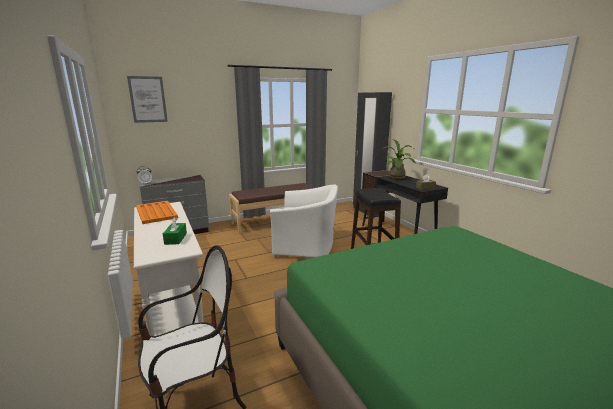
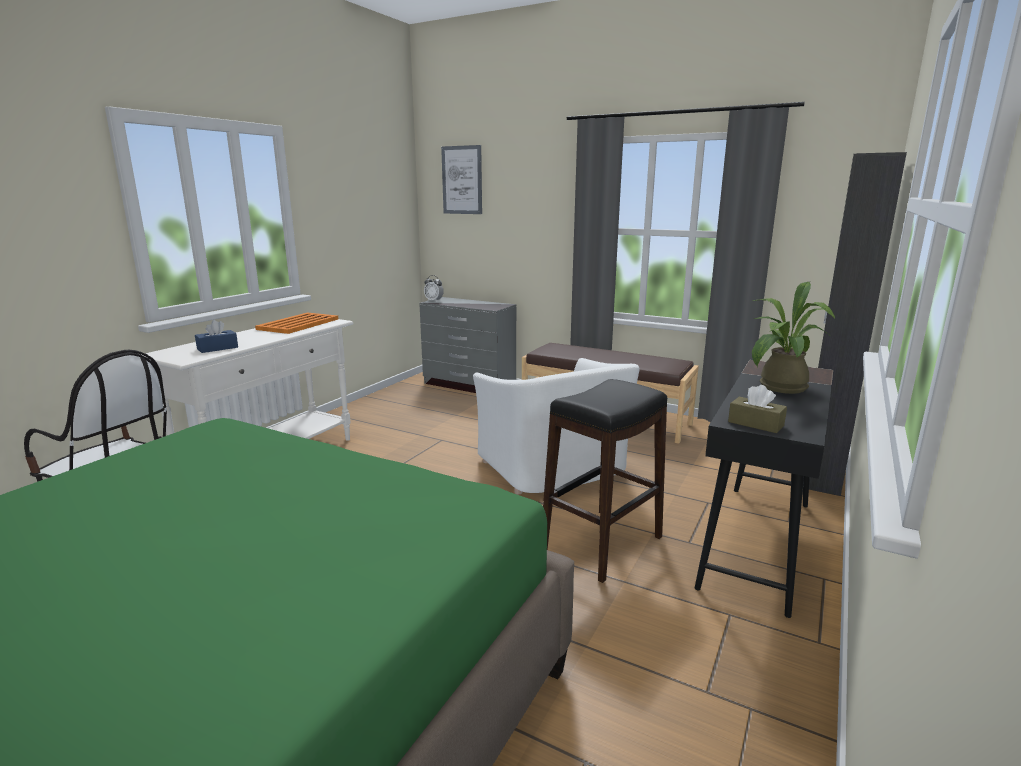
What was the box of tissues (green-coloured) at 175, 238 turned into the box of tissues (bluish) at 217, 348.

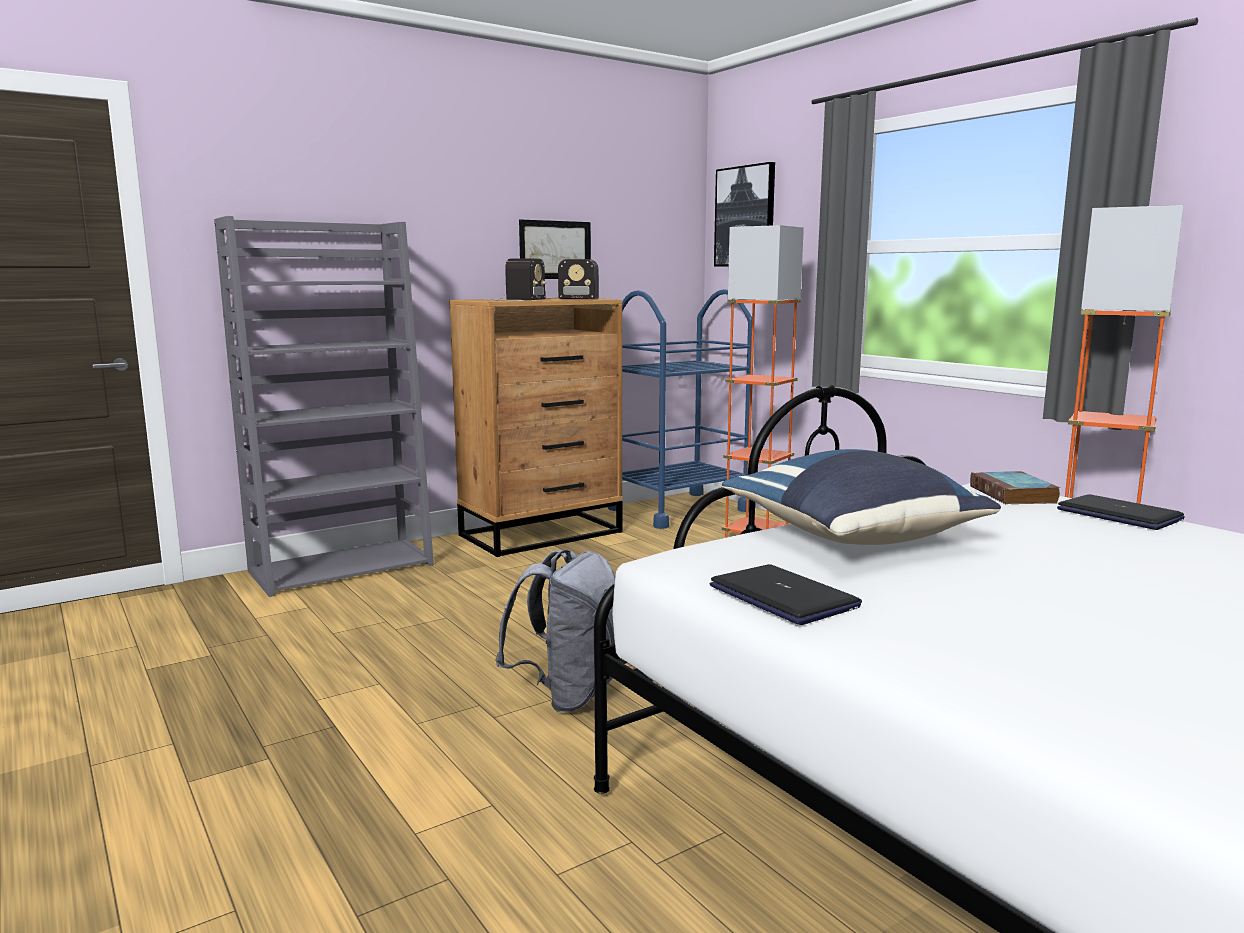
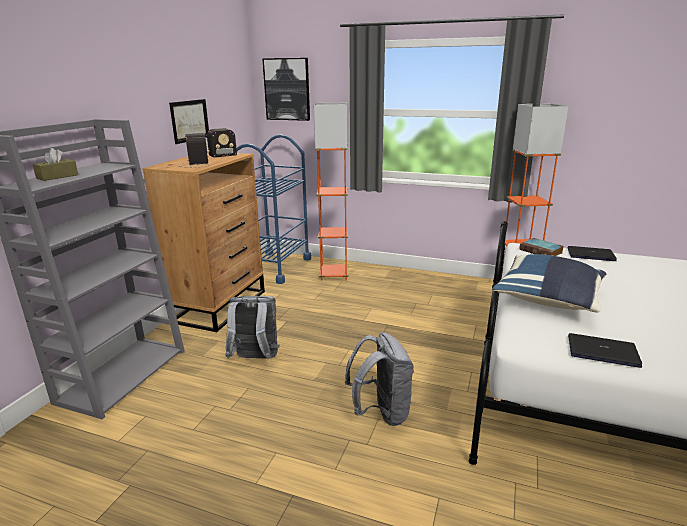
The second view gained the box of tissues (brown-coloured) at 57, 176. The second view gained the backpack (greyish) at 255, 359.

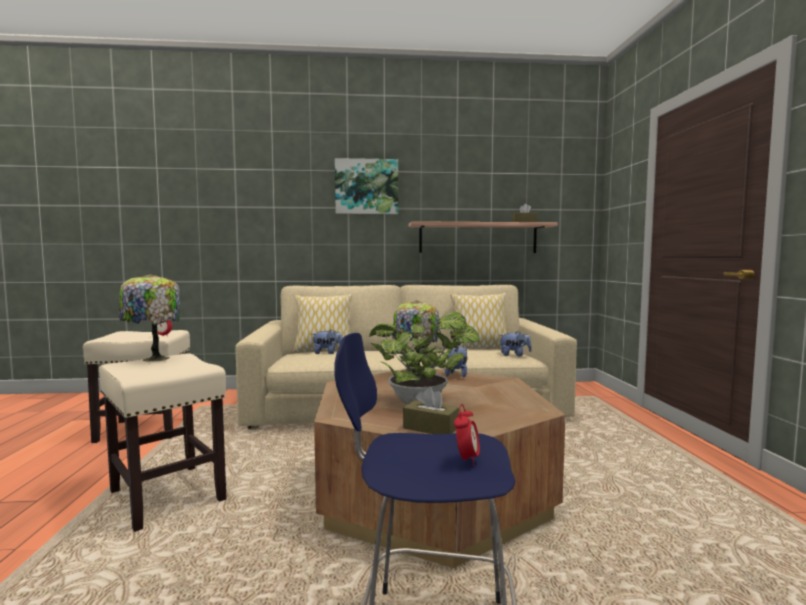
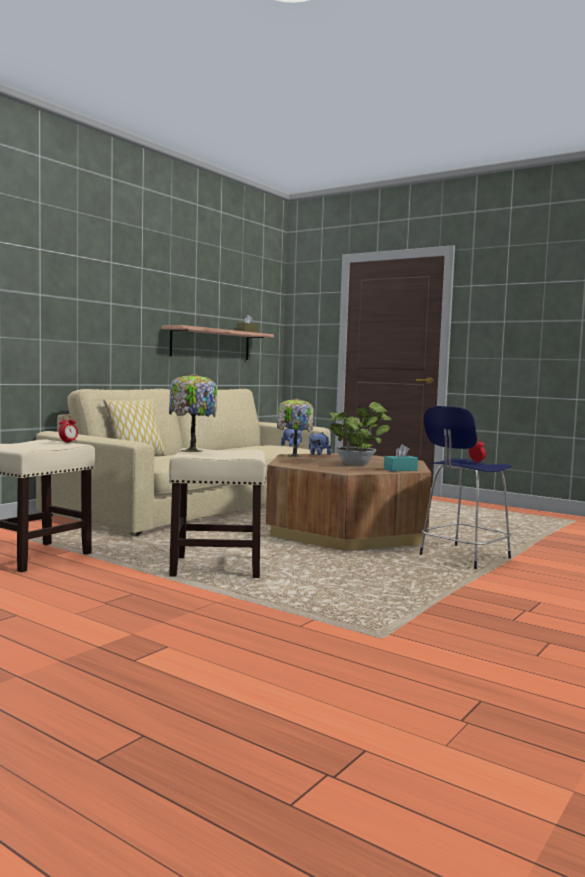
The second view lost the plush toy at 327, 353. The second view lost the picture at 366, 187. What was the box of tissues (brown-coloured) at 430, 428 turned into the box of tissues (turquoise-coloured) at 400, 469. The second view lost the pillow at 479, 348.

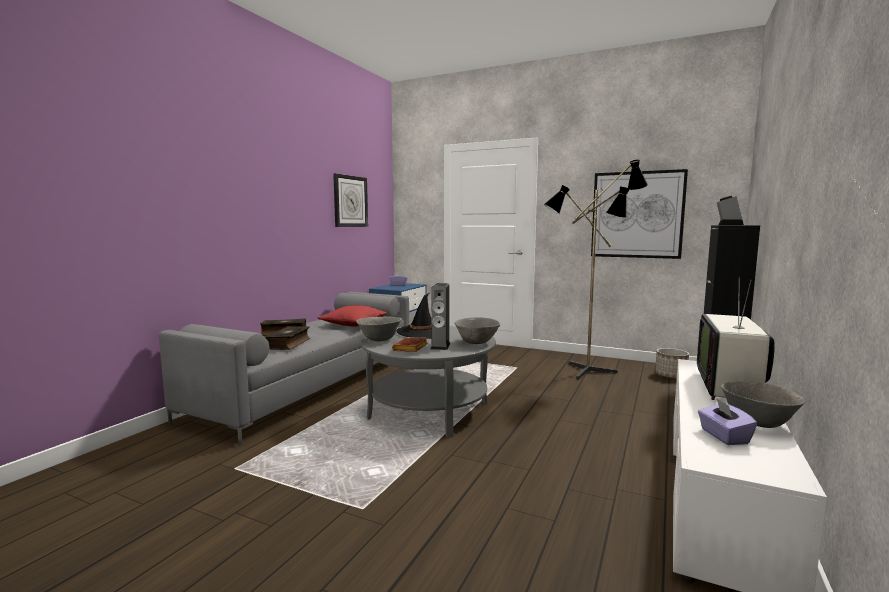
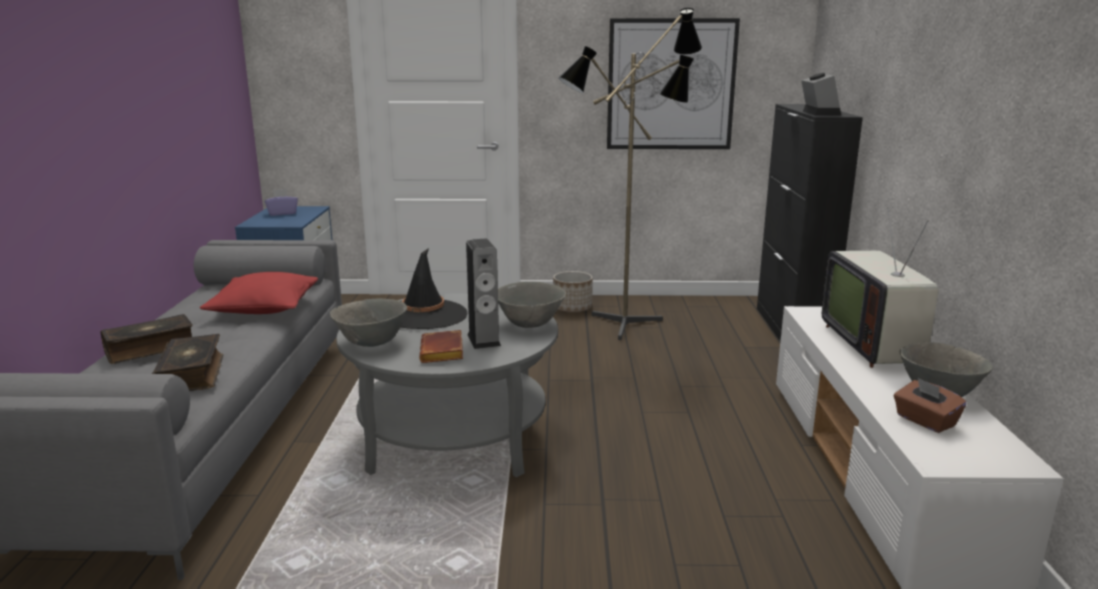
The second view lost the wall clock at 350, 201. The flower pot ended up elsewhere, having gone from 671, 375 to 572, 308. What was the box of tissues (purple-coloured) at 723, 436 turned into the box of tissues (brown-coloured) at 925, 421.

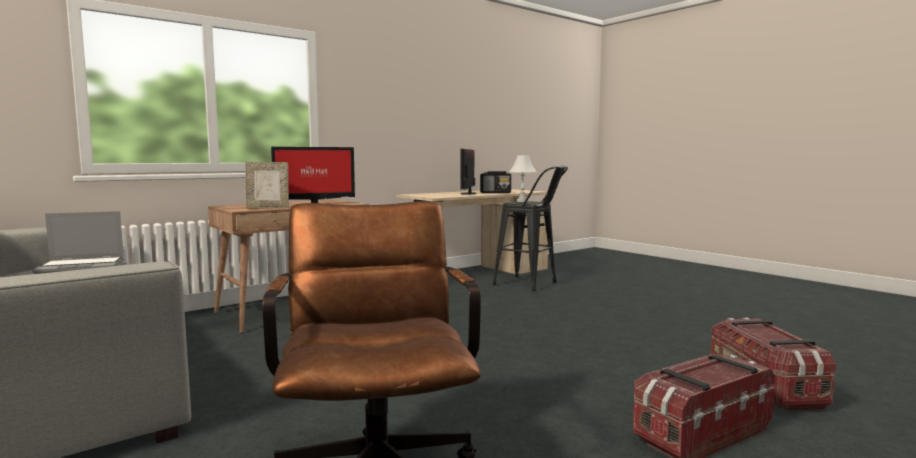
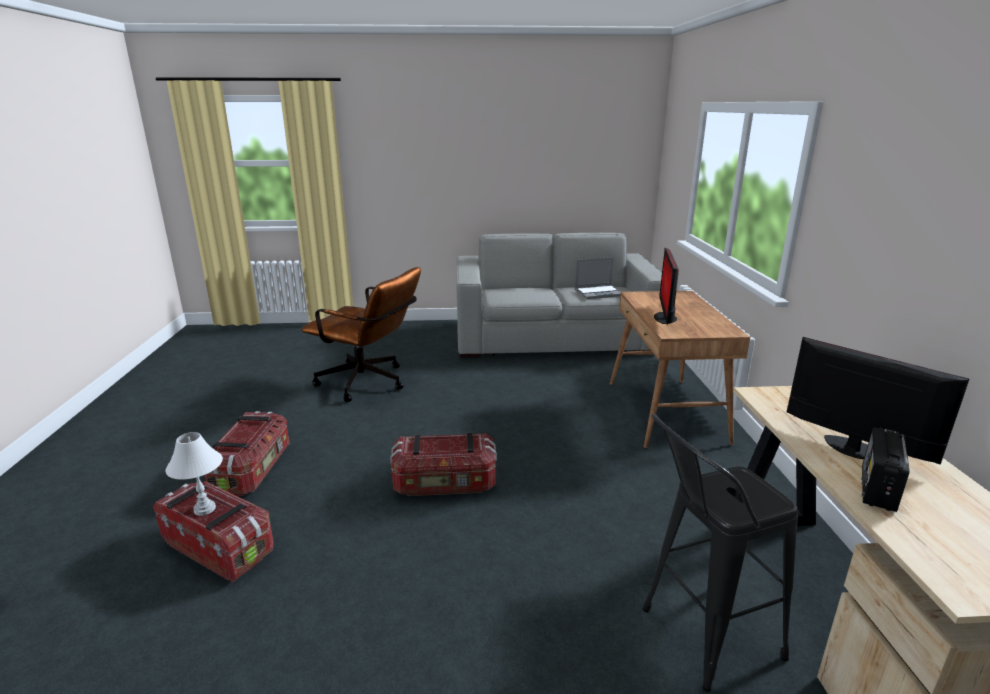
The portable computer at 83, 267 ended up facing another way, 120 degrees counterclockwise from before. The second view lost the picture frame at 268, 208. The lamp for a table (white) ended up elsewhere, having gone from 522, 201 to 204, 509. The second view gained the storage bin at 445, 484.

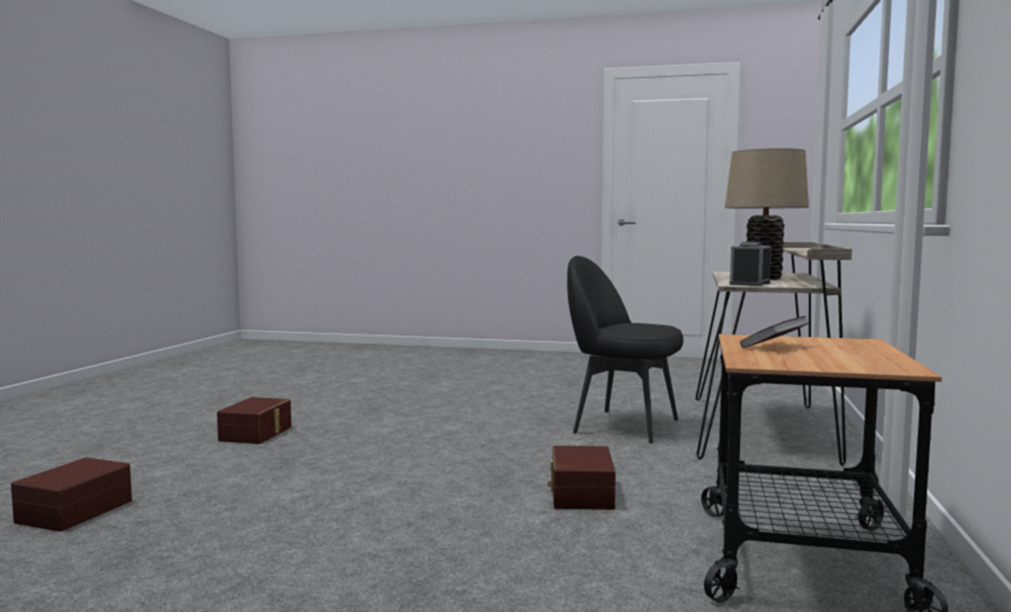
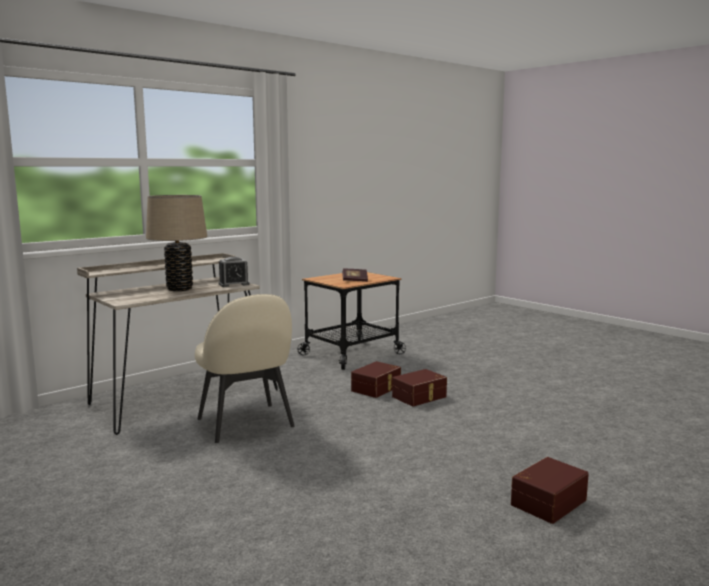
The storage bin (brown-coloured) ended up elsewhere, having gone from 73, 511 to 420, 397. What was the chair (blackish) at 623, 425 turned into the chair (beige-coloured) at 246, 424.

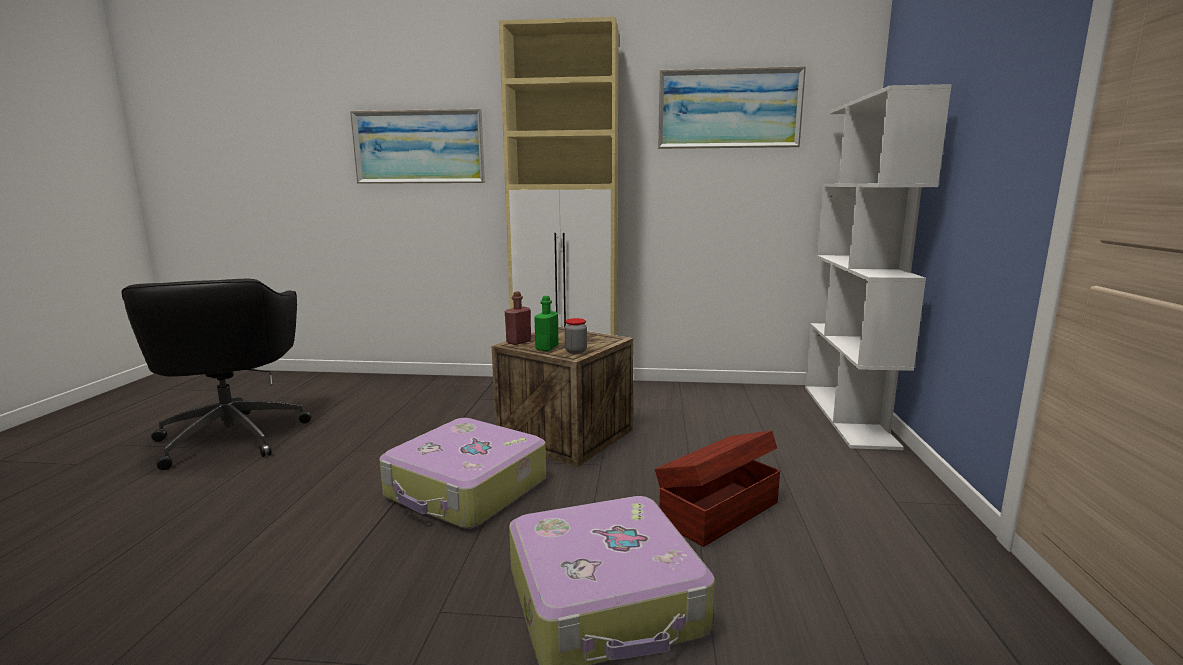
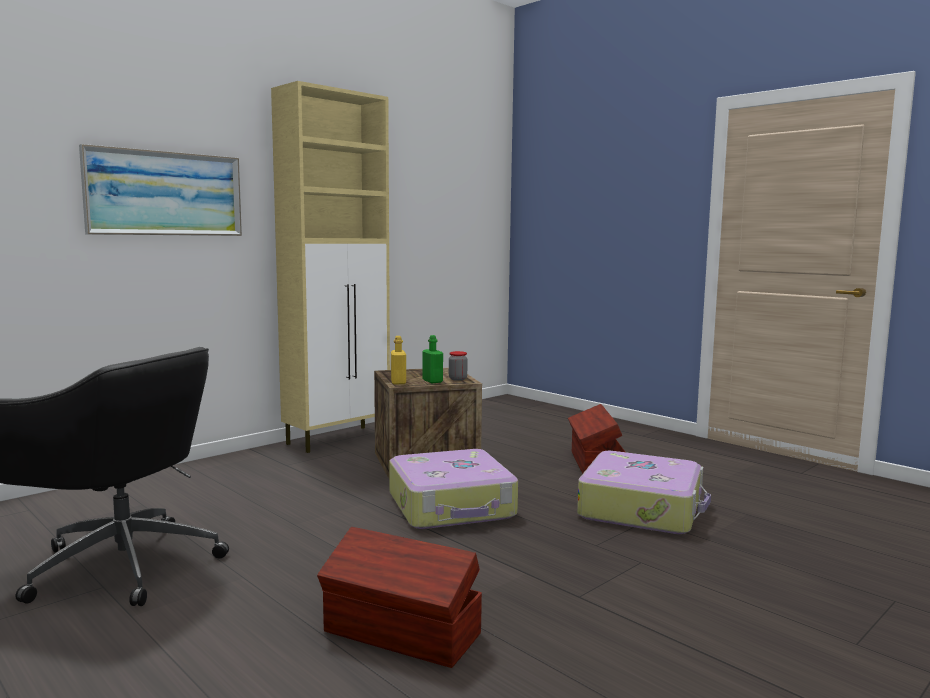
What was the drink bottle (reddish) at 518, 342 turned into the drink bottle (yellowish) at 398, 382. The second view lost the picture at 729, 109. The second view lost the bookshelf (white) at 848, 415. The second view gained the storage bin (brown-coloured) at 402, 634.

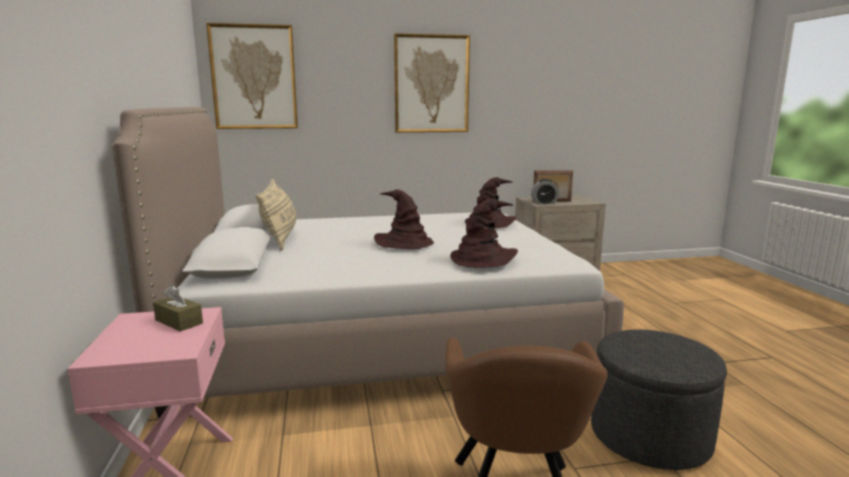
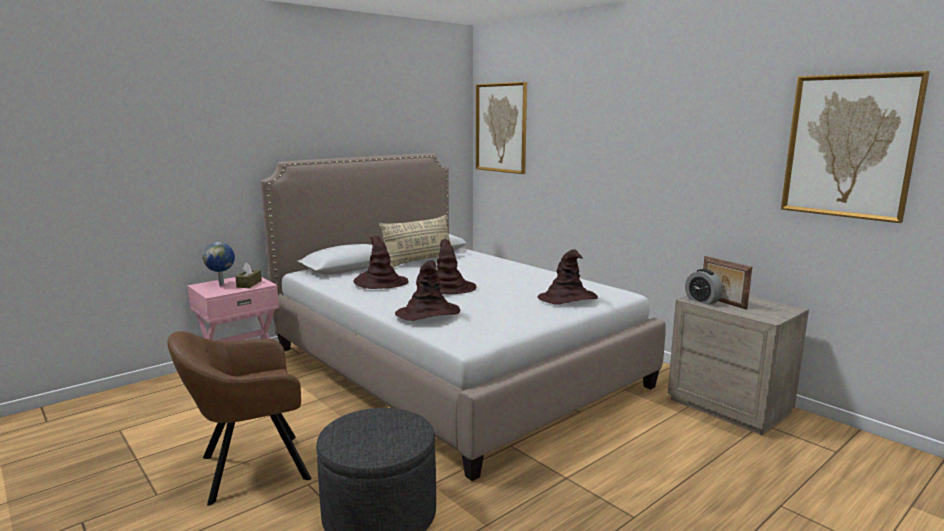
The picture ended up elsewhere, having gone from 431, 84 to 849, 146. The second view gained the world globe at 222, 284. The second view gained the wearable hat (brown-coloured) at 380, 283.

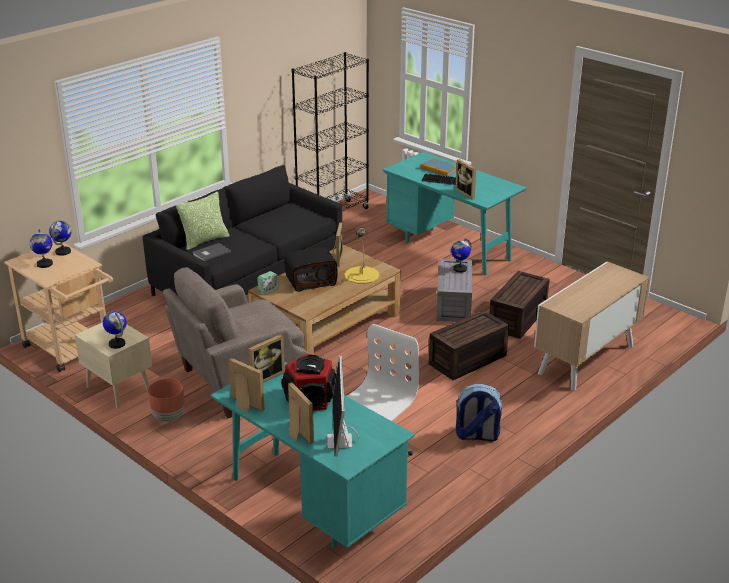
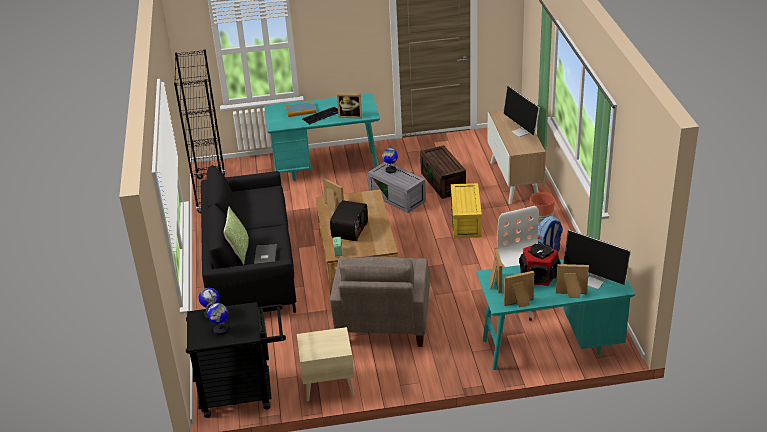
What was the cart (beige-coloured) at 72, 350 turned into the cart (blackish) at 244, 392. The second view lost the world globe at 117, 344. The flower pot (brown-coloured) ended up elsewhere, having gone from 168, 417 to 541, 219. The second view lost the lamp for a table (yellowish) at 361, 275. What was the storage bin (brown-coloured) at 467, 360 turned into the storage bin (yellowish) at 466, 222. The second view gained the computer screen at 521, 132.

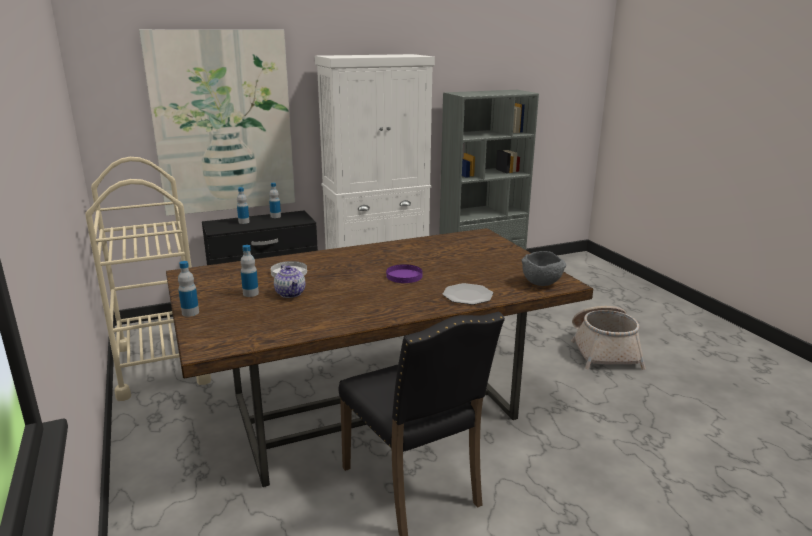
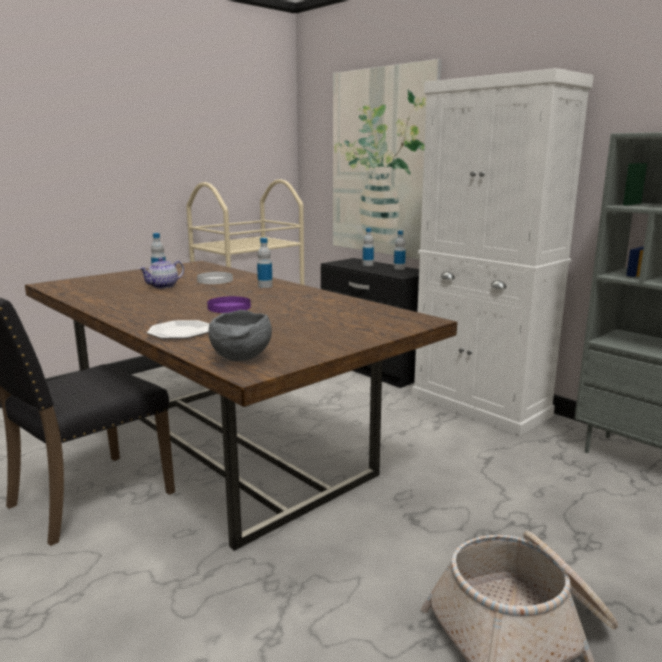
The drink bottle ended up elsewhere, having gone from 190, 313 to 265, 286.

